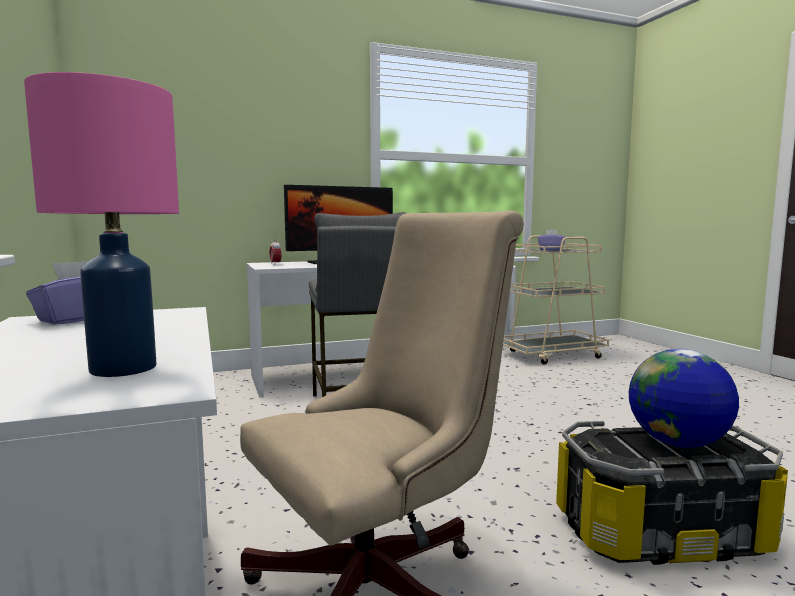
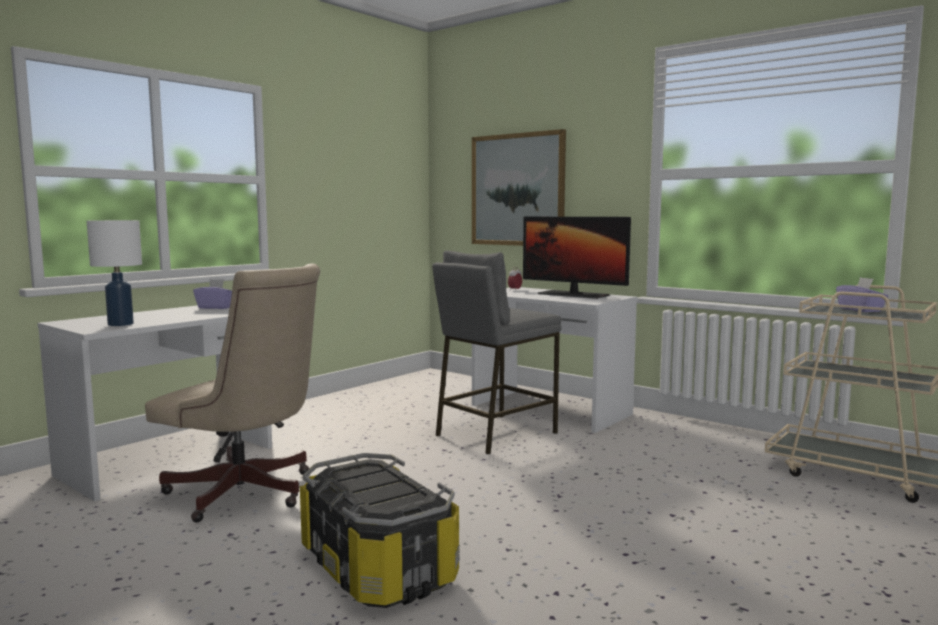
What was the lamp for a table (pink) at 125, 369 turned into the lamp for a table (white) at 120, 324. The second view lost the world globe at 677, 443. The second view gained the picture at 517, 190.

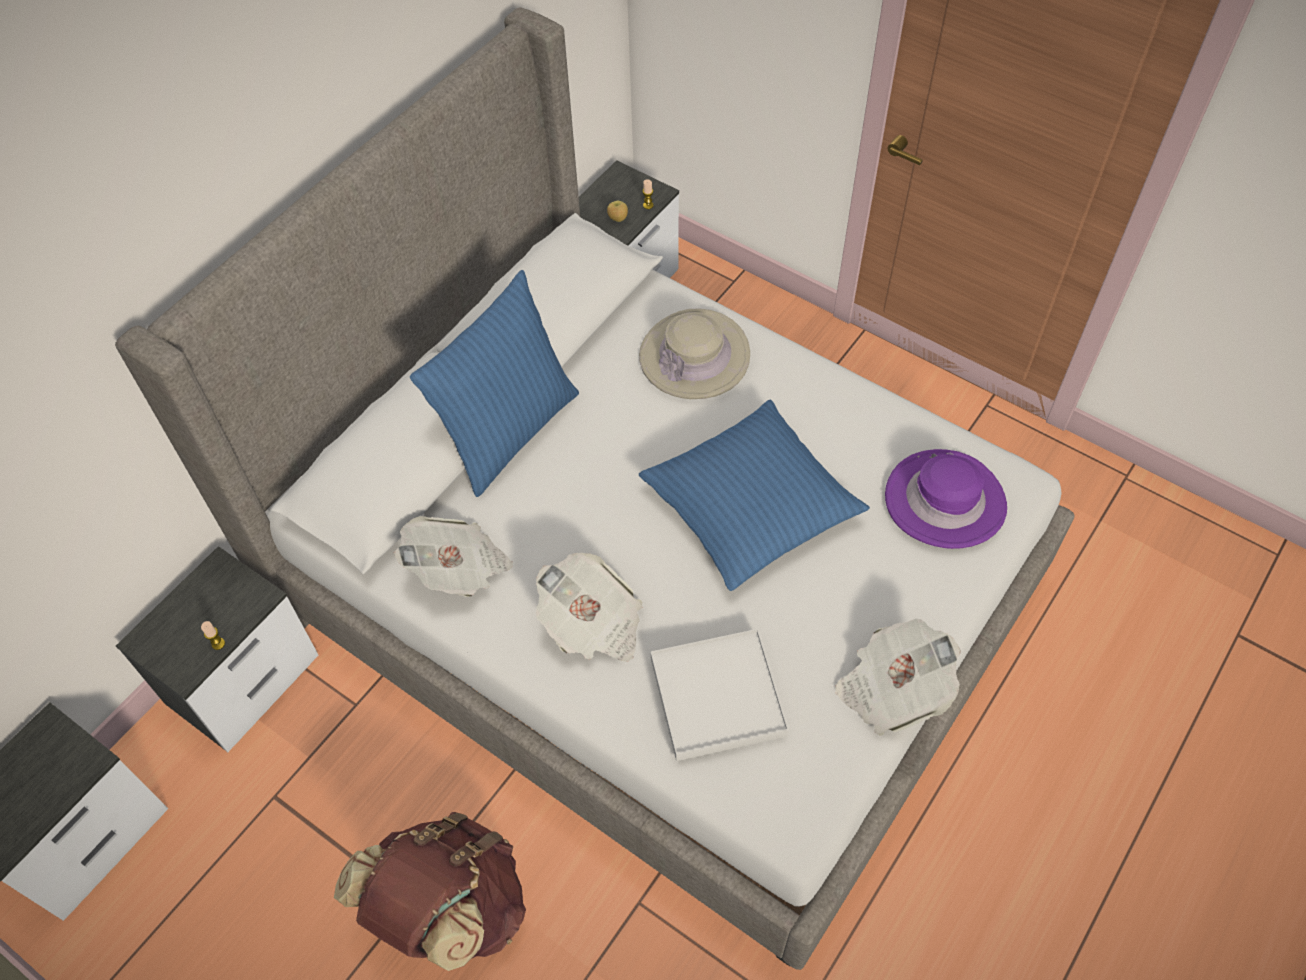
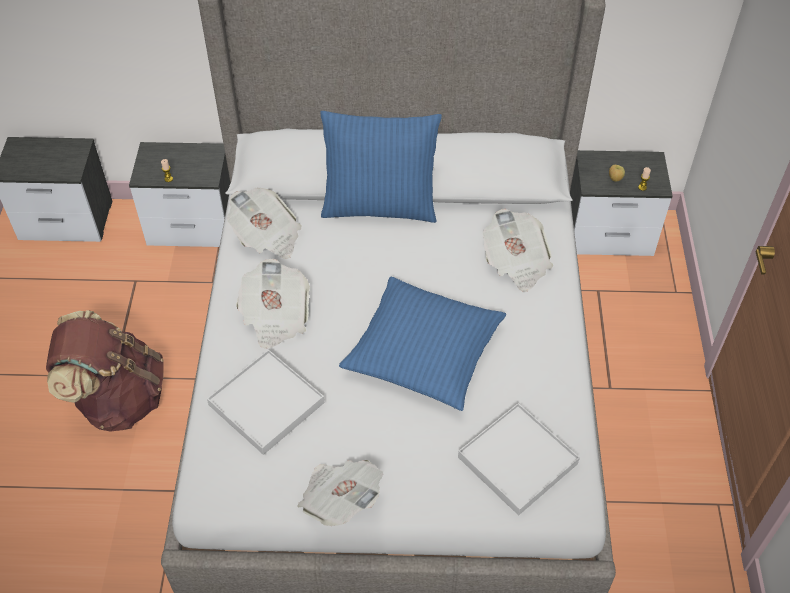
Where the wearable hat (beige-coloured) stood at 694, 356, the printed paper came to stand at 516, 263. Where the wearable hat (purple-coloured) stood at 945, 501, the serving tray (white) came to stand at 517, 460.

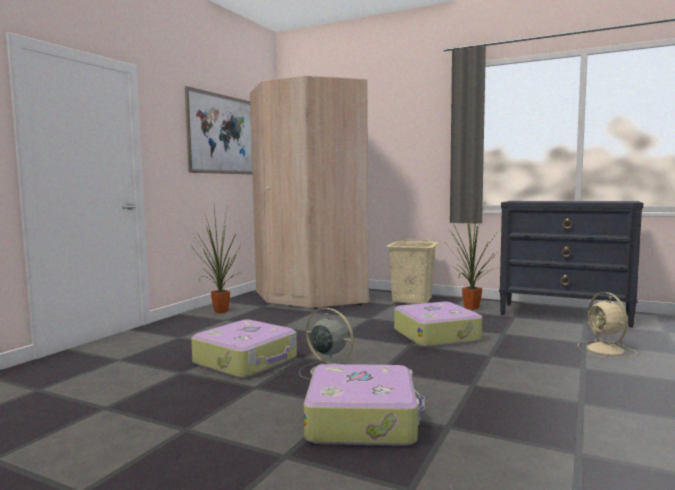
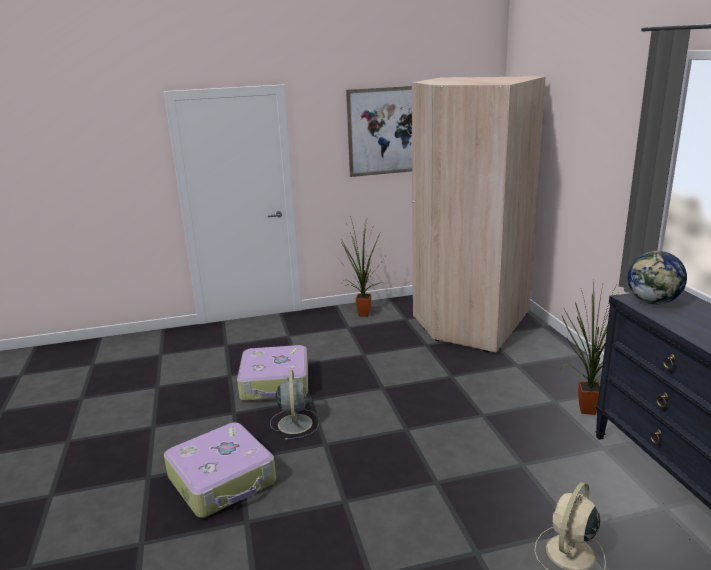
The second view lost the washing basket (beige-coloured) at 412, 300. The second view lost the travel case at 437, 335. The second view gained the world globe at 653, 302.

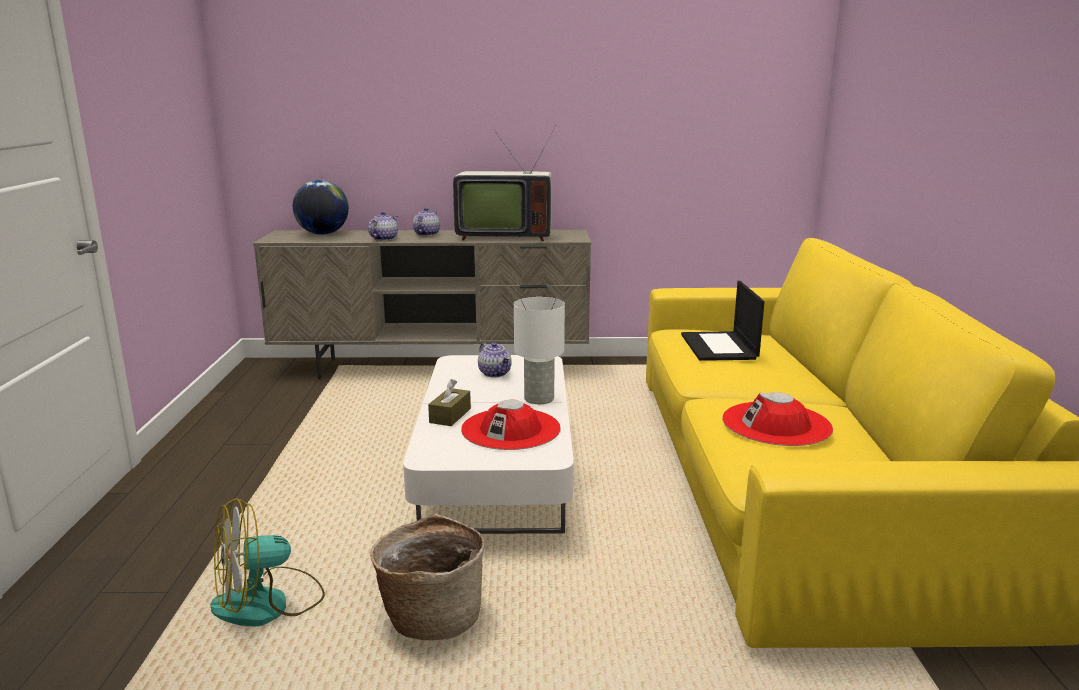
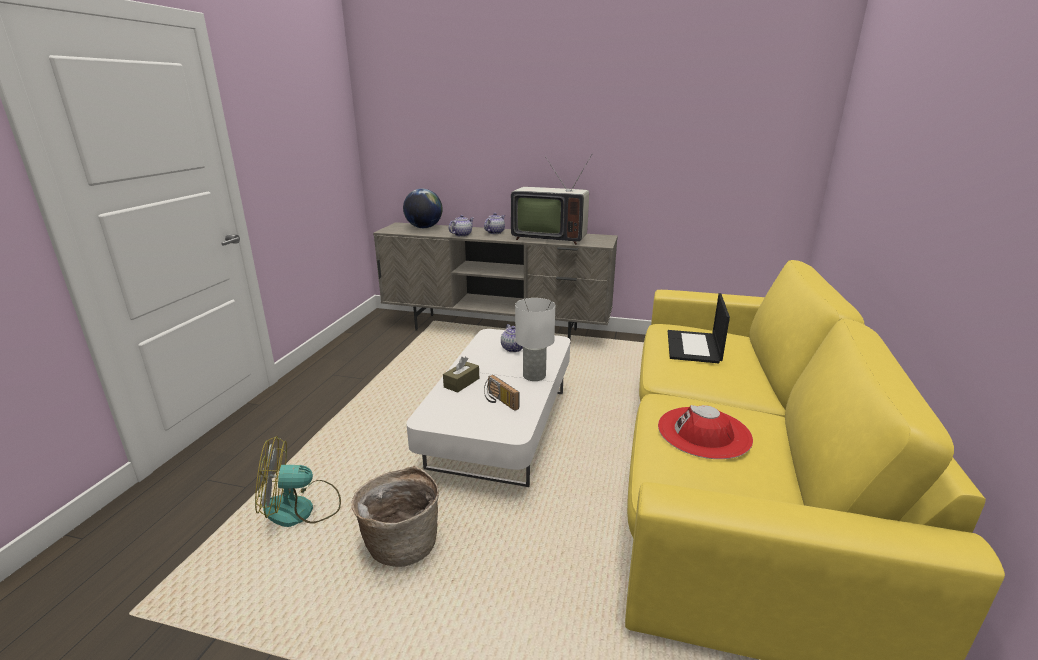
Where the wearable hat (reddish) stood at 511, 429, the radio came to stand at 499, 401.

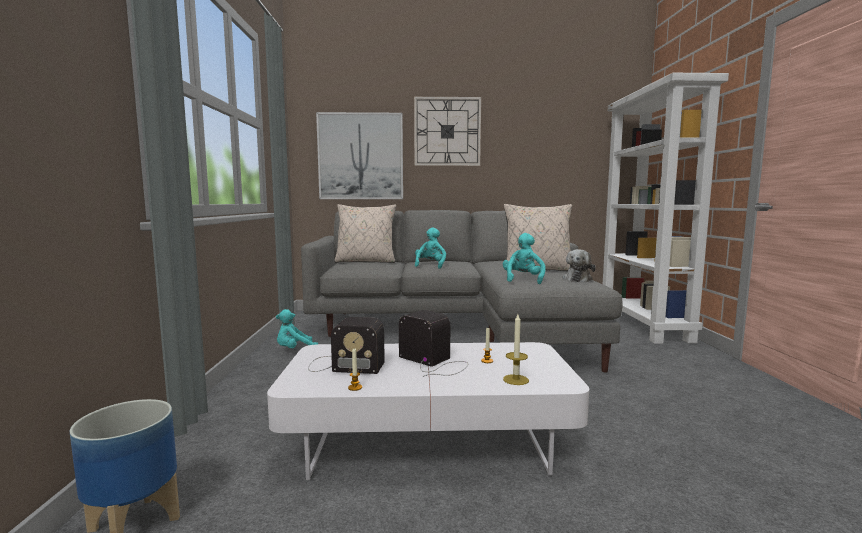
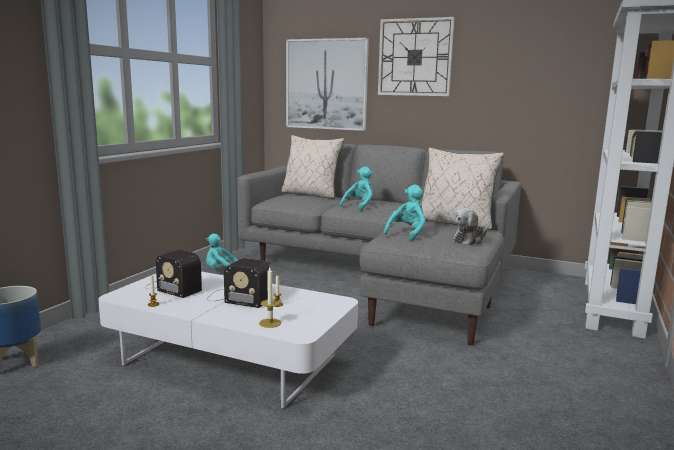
The radio at 434, 362 ended up facing another way, 135 degrees clockwise from before.

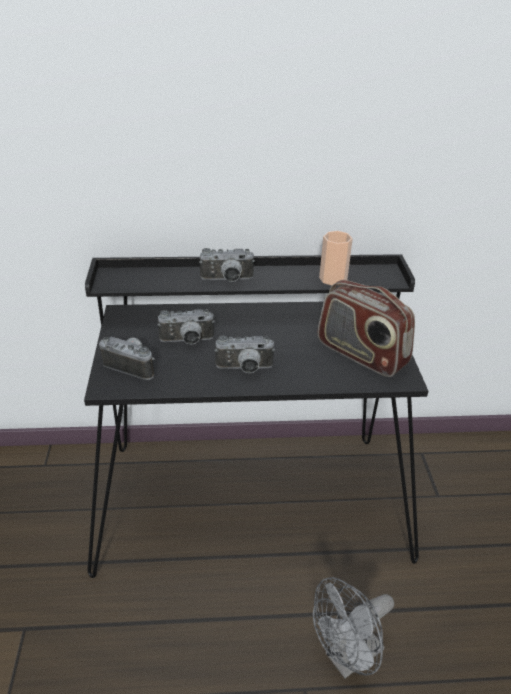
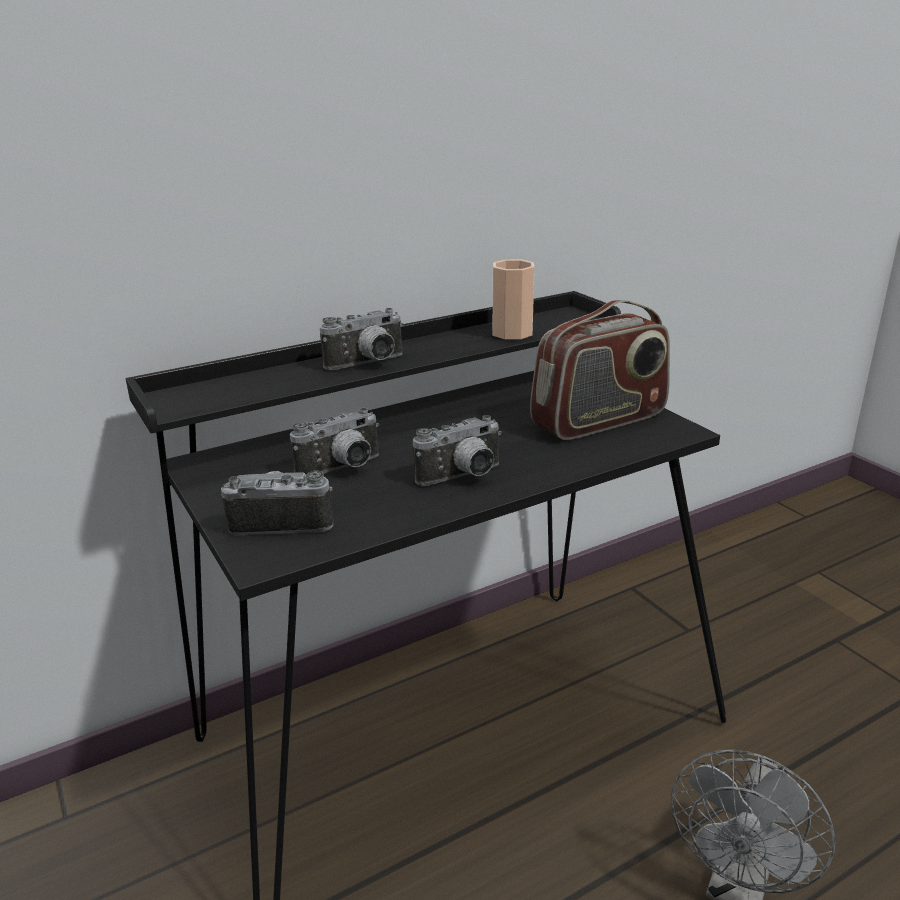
The radio at 361, 354 ended up facing another way, 45 degrees counterclockwise from before.

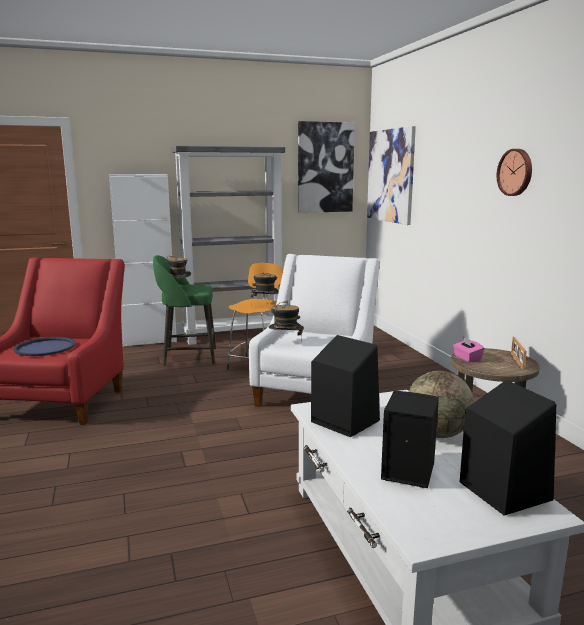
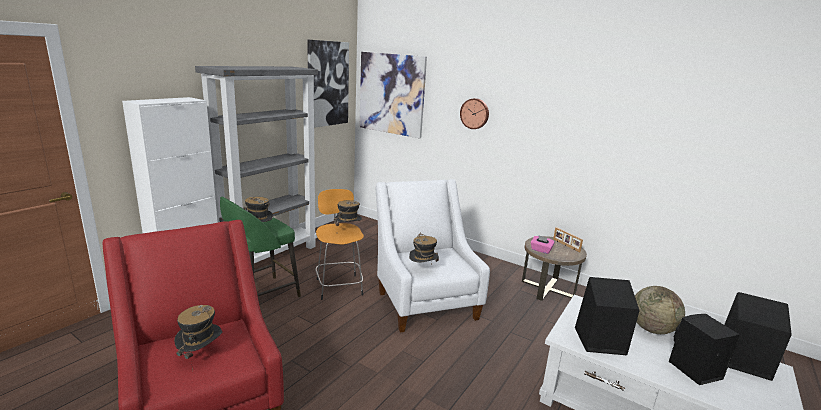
Where the serving tray (bluish) stood at 45, 347, the wearable hat came to stand at 201, 355. The wall clock ended up elsewhere, having gone from 516, 172 to 475, 113.

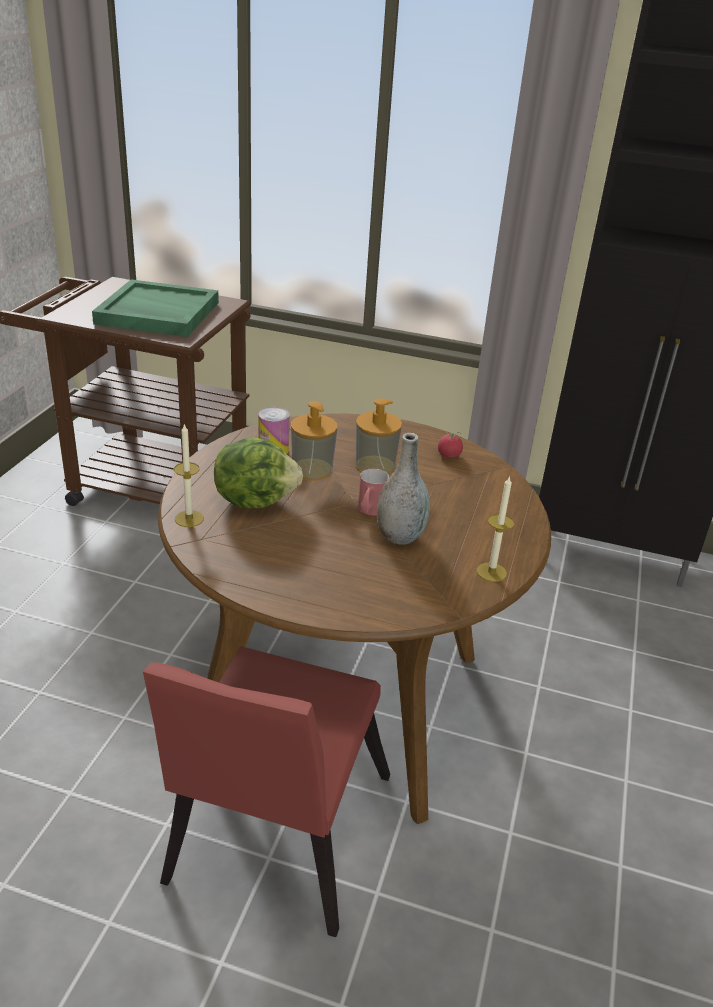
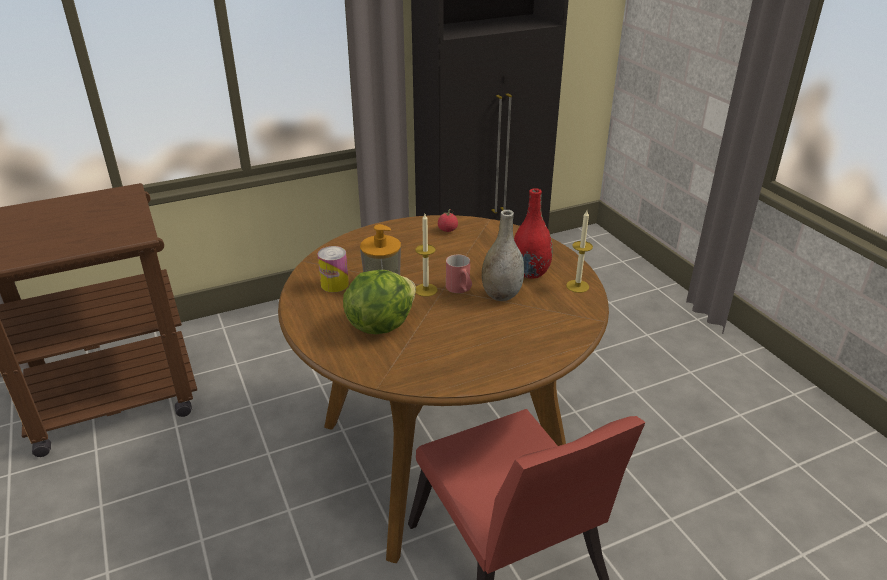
The second view lost the serving tray (green-coloured) at 157, 313. The wax light ended up elsewhere, having gone from 189, 518 to 426, 290. The second view lost the soap bottle at 375, 466. The second view gained the vase (reddish) at 530, 272.

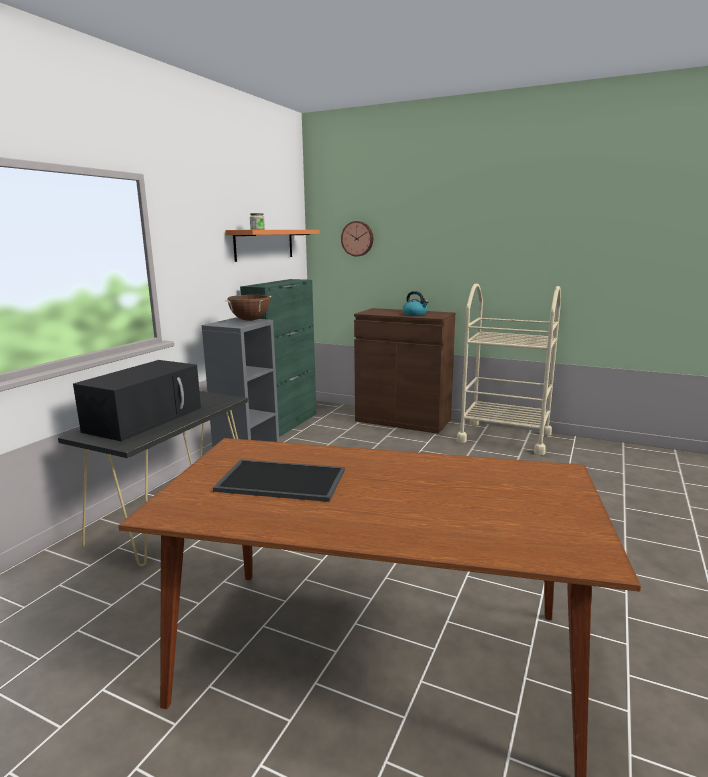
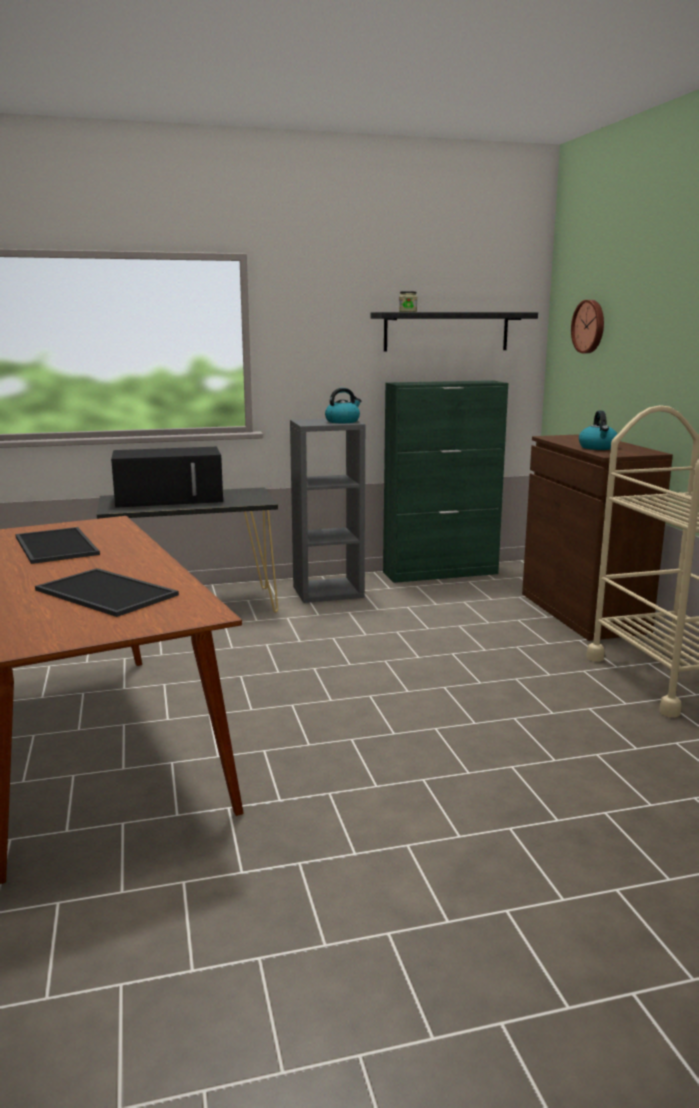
What was the shelf (orange-coloured) at 264, 244 turned into the shelf (blackish) at 446, 331. Where the stockpot (brown-coloured) stood at 250, 320, the kettle came to stand at 343, 421. The second view gained the serving tray at 109, 592.

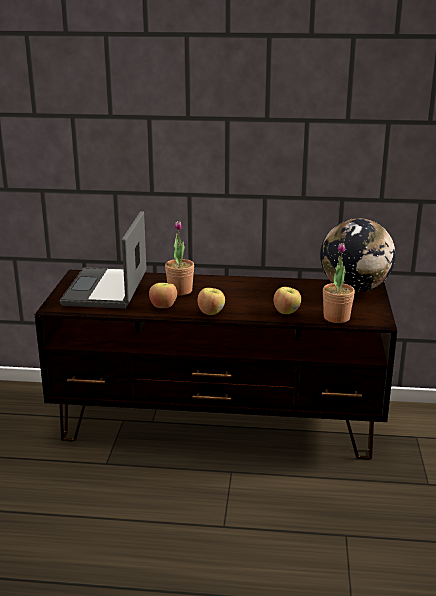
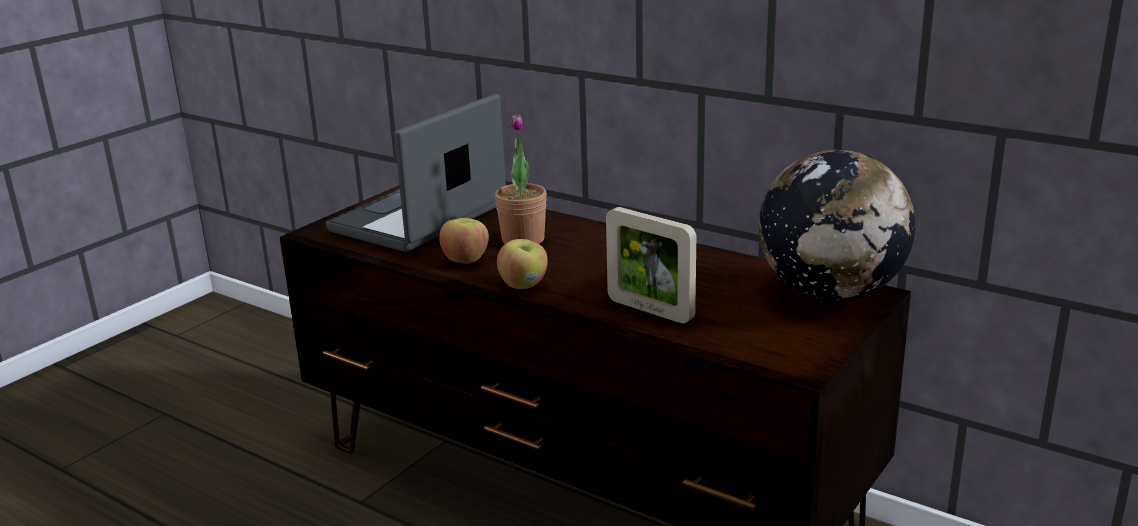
Where the apple stood at 286, 312, the picture frame came to stand at 650, 310. The second view lost the plant in a pot at 336, 317.

